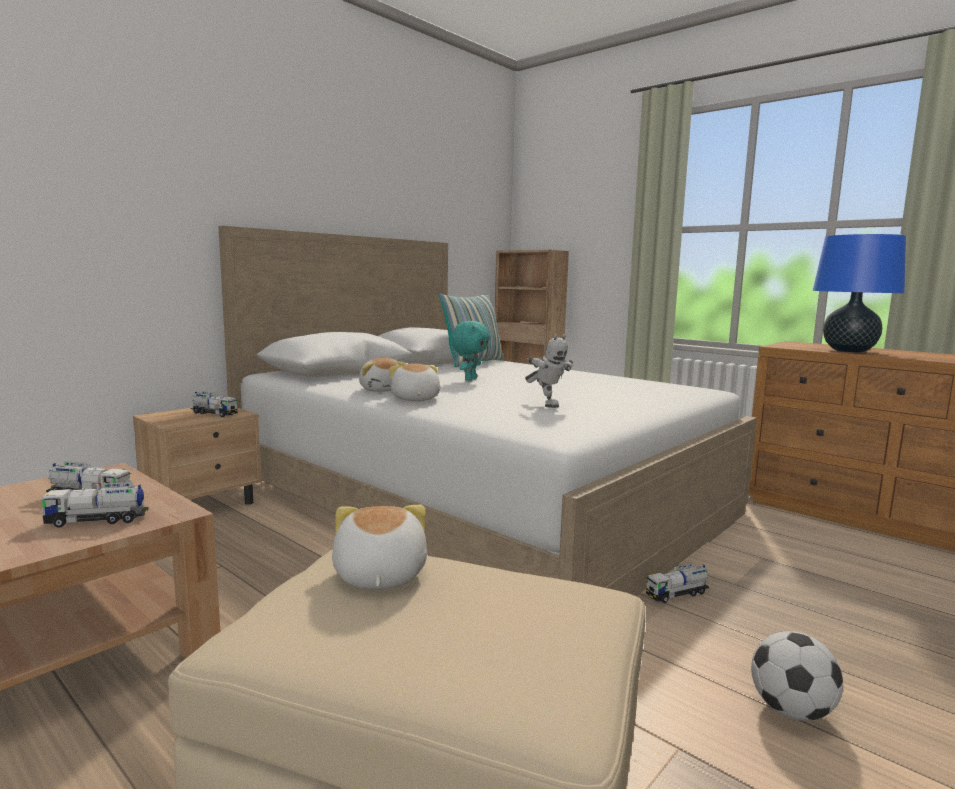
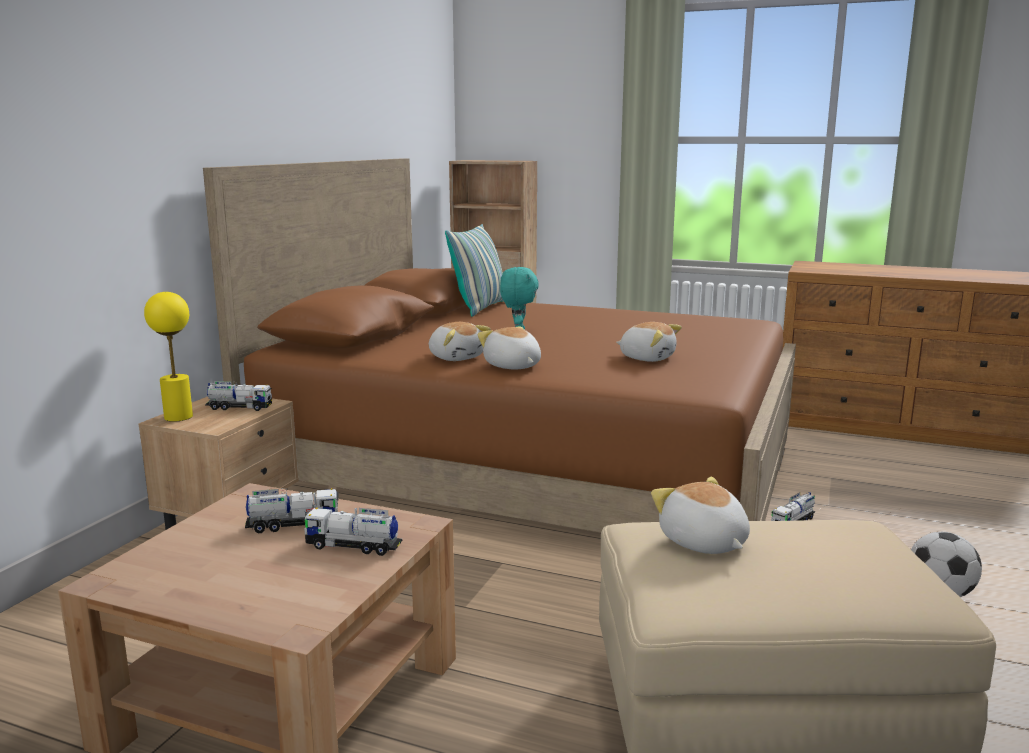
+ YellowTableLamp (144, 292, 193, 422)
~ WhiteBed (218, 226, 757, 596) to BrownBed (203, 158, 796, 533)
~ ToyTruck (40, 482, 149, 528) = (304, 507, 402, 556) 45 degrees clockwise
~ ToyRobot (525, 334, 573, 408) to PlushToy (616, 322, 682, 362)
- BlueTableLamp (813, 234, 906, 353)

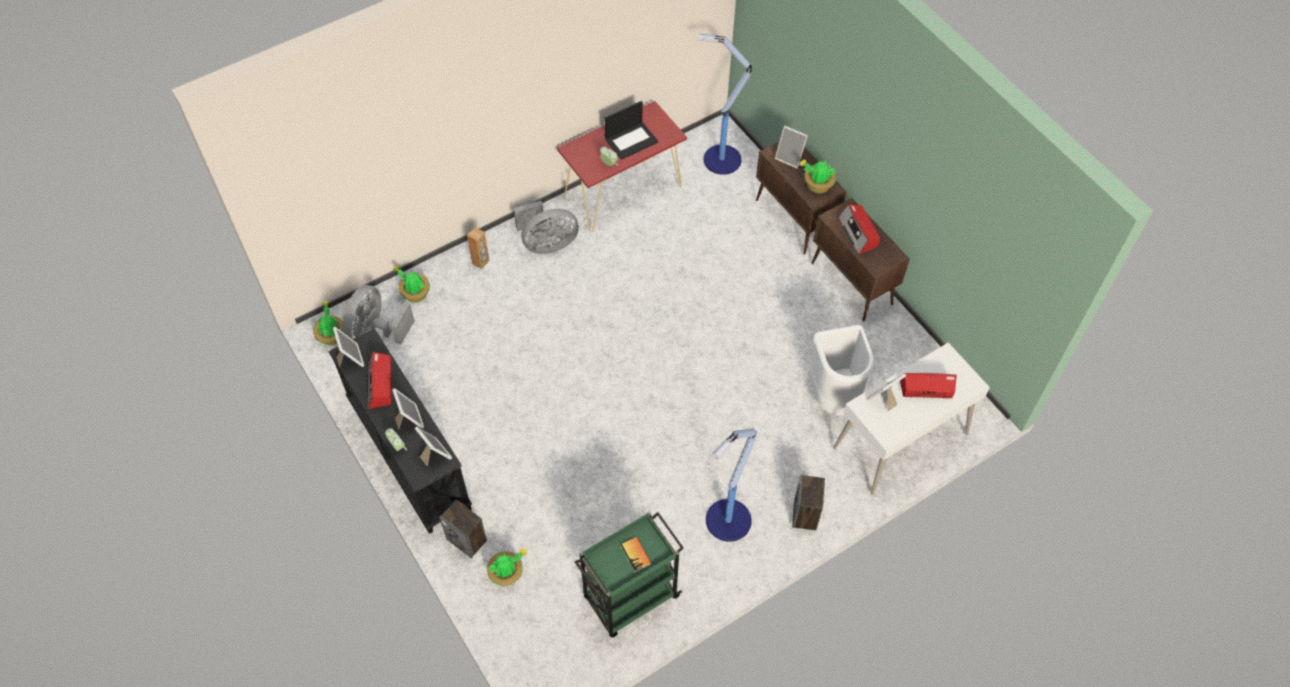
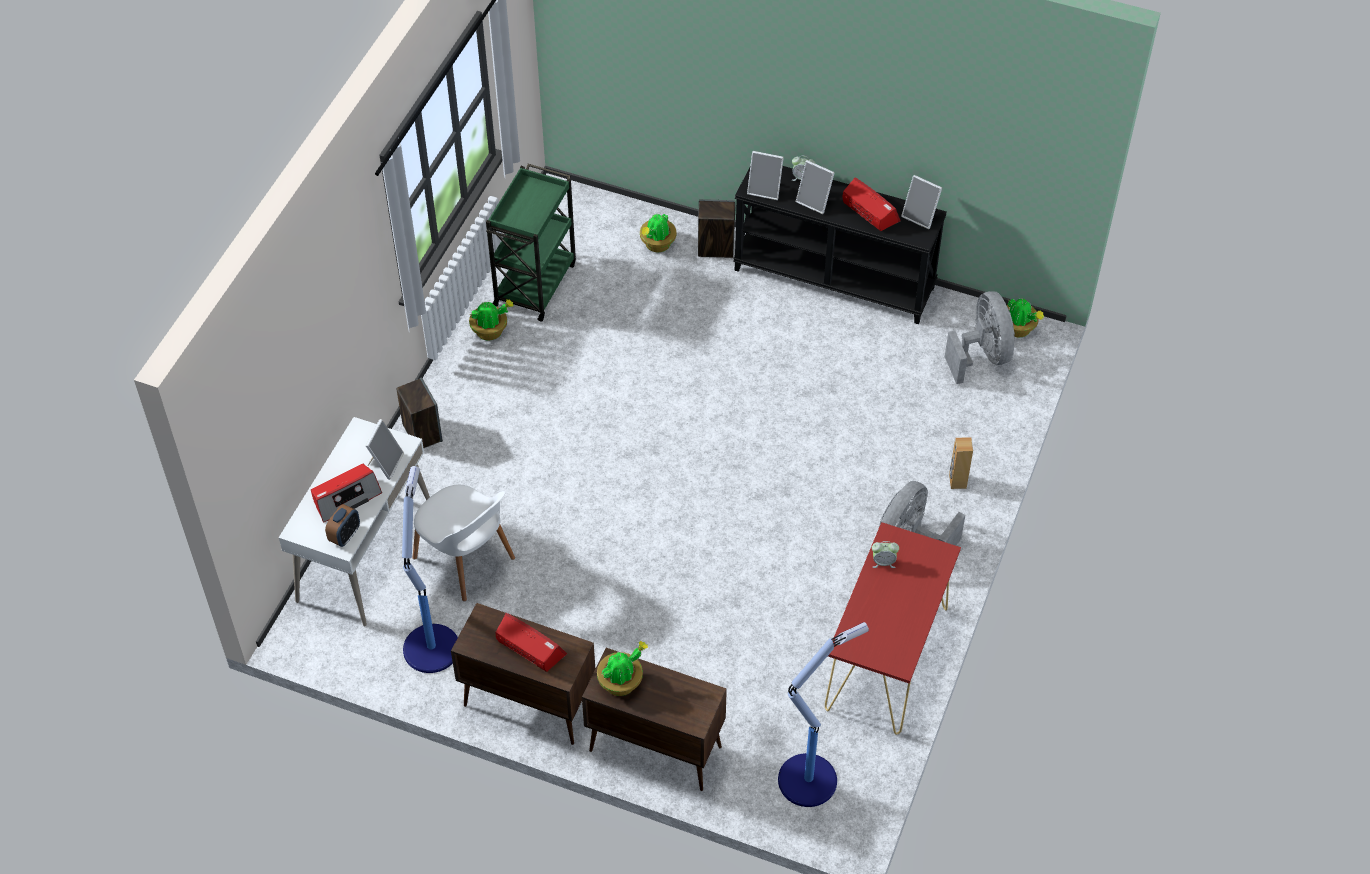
+ AlarmClock (325, 504, 360, 547)
~ FloorLamp (706, 428, 757, 542) to (402, 466, 458, 673)
~ WhiteTrashCan (807, 325, 874, 415) to WhiteChair (413, 485, 515, 601)
~ PottedPlant (393, 265, 430, 303) to (469, 300, 514, 340)
- Laptop (605, 101, 658, 160)
- Book (620, 537, 652, 572)
- PictureFrame (775, 126, 808, 168)

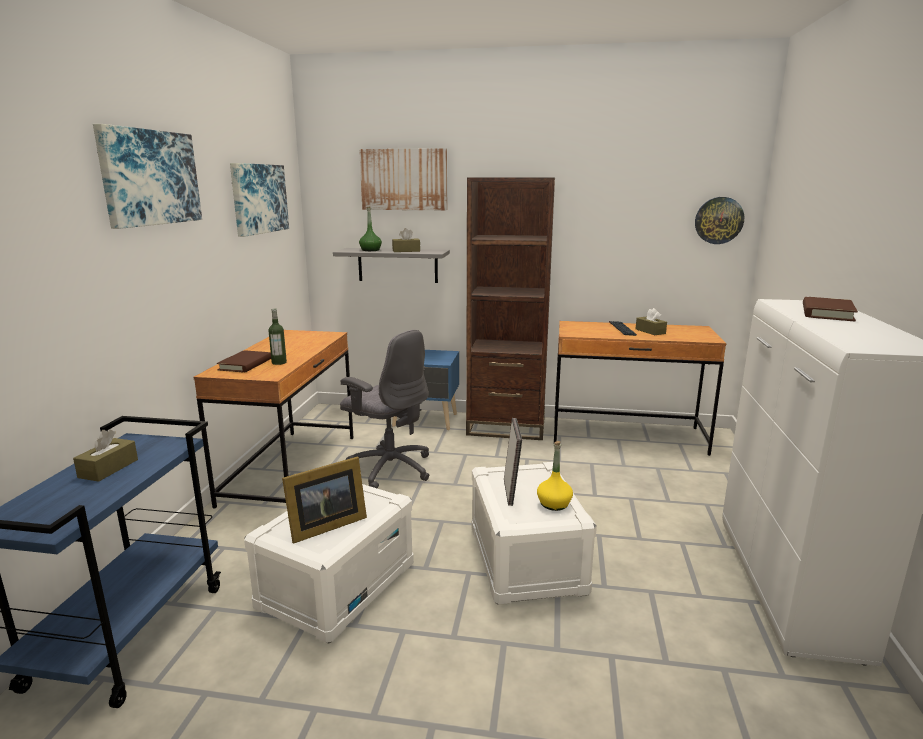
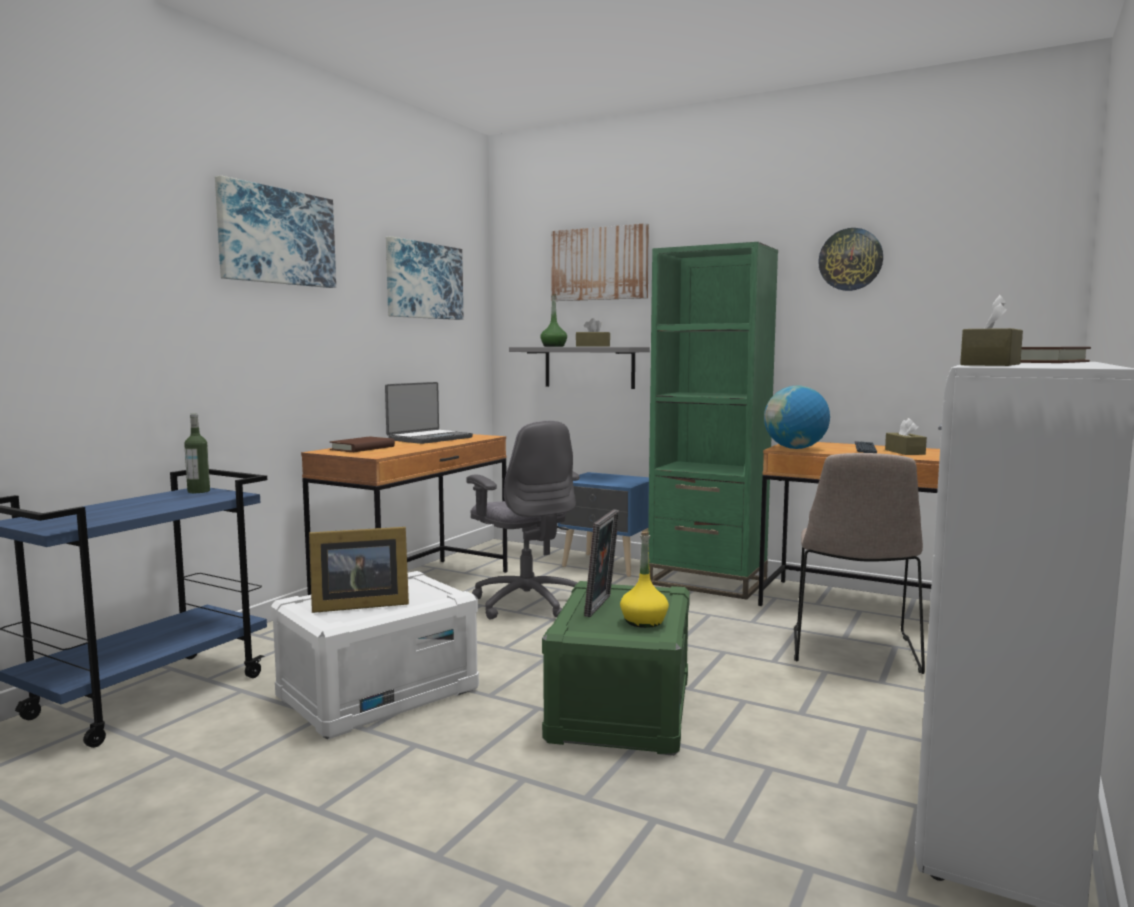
~ Bottle (268, 308, 287, 365) to (184, 413, 210, 493)
+ Laptop (385, 382, 473, 444)
~ WhiteStorageBox (471, 462, 597, 605) to GreenStorageBox (542, 581, 690, 756)
~ BrownBookcase (466, 177, 555, 440) to GreenBookcase (648, 242, 778, 600)
+ Globe (764, 385, 830, 449)
+ BeigeChair (794, 453, 925, 674)
~ WallClock (695, 197, 744, 244) to (818, 228, 883, 291)
~ BrownTissueBox (73, 429, 138, 482) to (960, 295, 1023, 366)

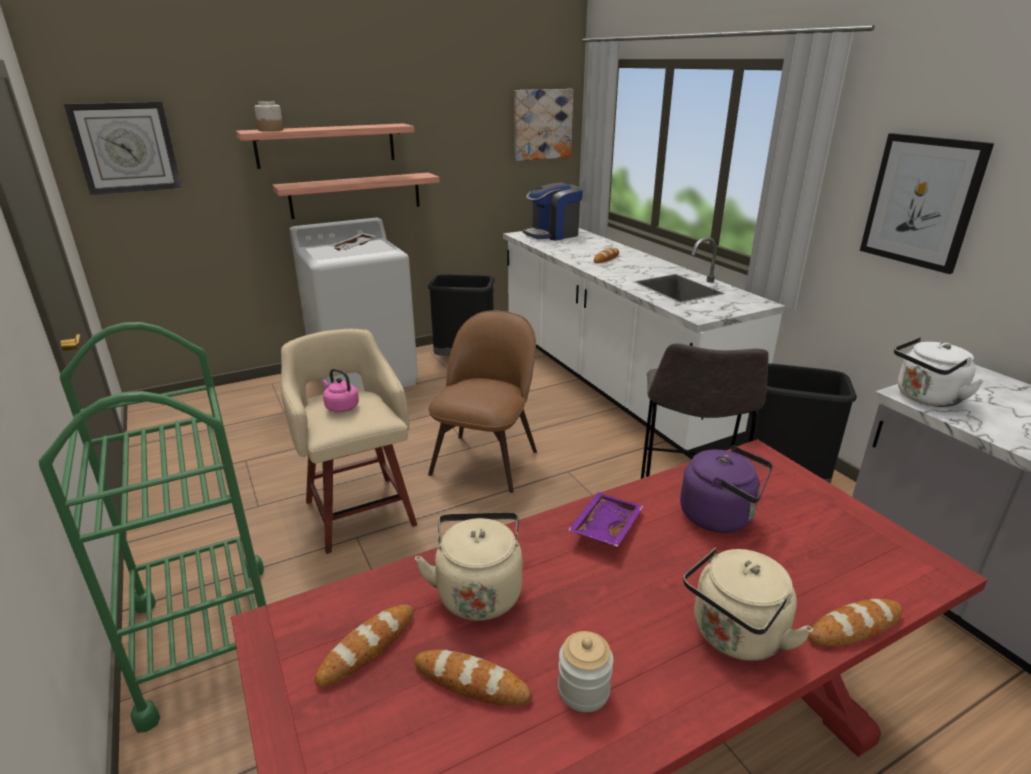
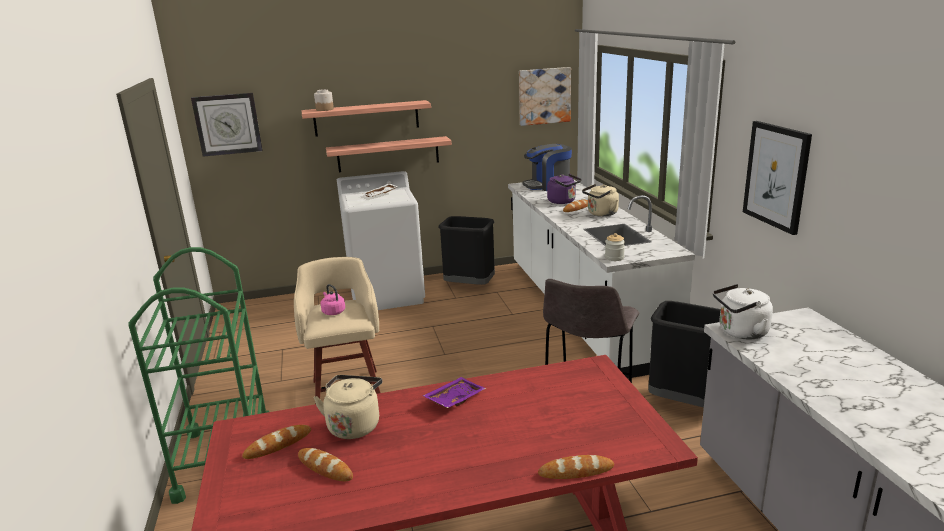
~ PurpleKettle (680, 446, 773, 533) to (547, 174, 582, 204)
~ BeigeKettle (683, 548, 813, 661) to (582, 184, 619, 216)
~ Jar (558, 631, 614, 712) to (605, 233, 625, 261)
- BrownChair (428, 310, 537, 493)

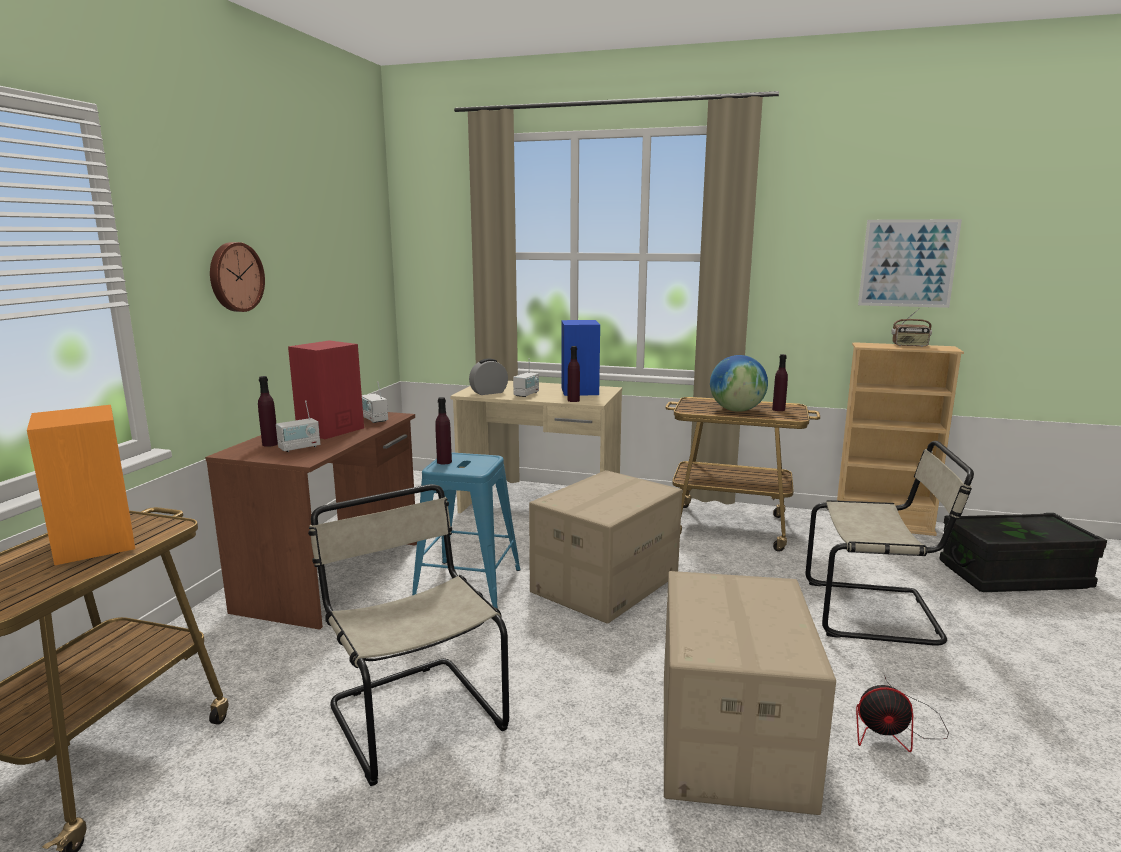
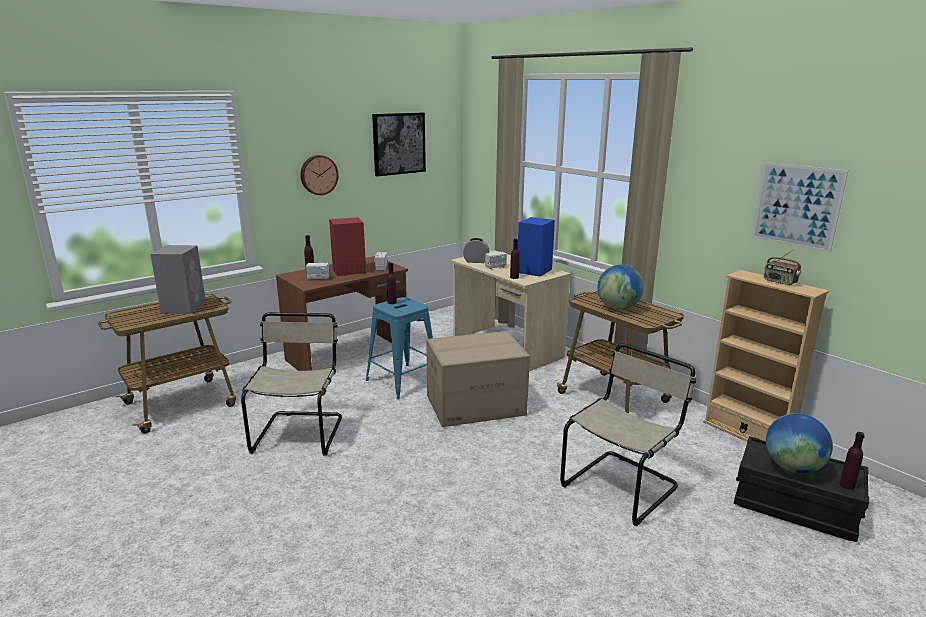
~ OrangeSpeaker (27, 405, 135, 566) to GreySpeaker (150, 245, 206, 314)
+ Picture (372, 113, 426, 176)
~ BeigeChair (806, 441, 974, 646) = (560, 343, 696, 526) 90 degrees counterclockwise
+ Globe (766, 413, 833, 473)
~ PurpleBottle (772, 354, 788, 411) to (839, 432, 865, 490)
- CardboardBox (664, 571, 836, 815)
- Fan (856, 675, 949, 752)

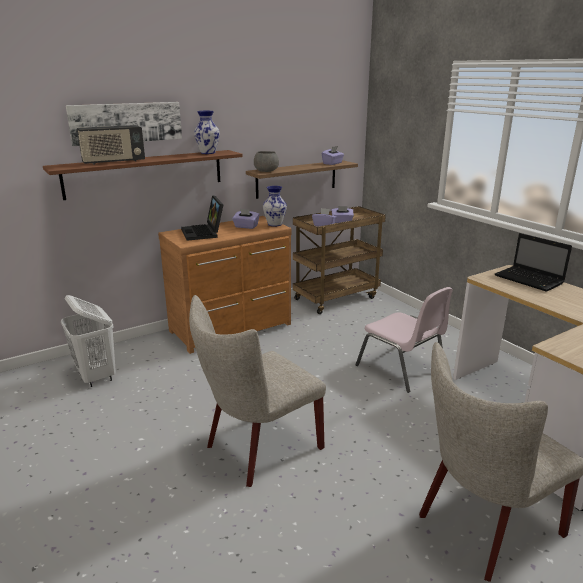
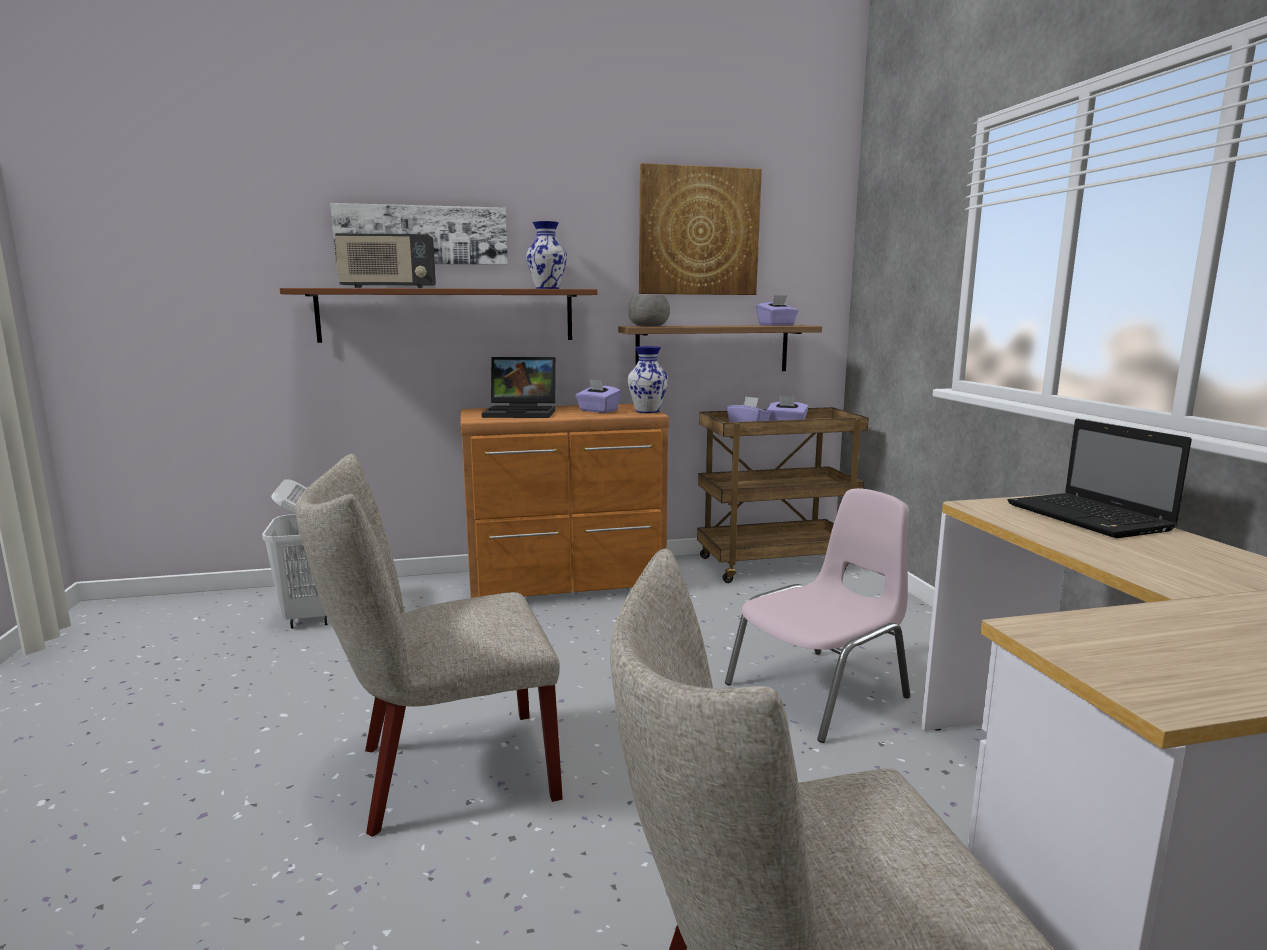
~ Laptop (181, 195, 223, 241) = (482, 357, 556, 418) 90 degrees counterclockwise
+ Picture (639, 163, 762, 295)
~ PinkChair (355, 287, 453, 393) = (725, 488, 910, 743) 105 degrees counterclockwise

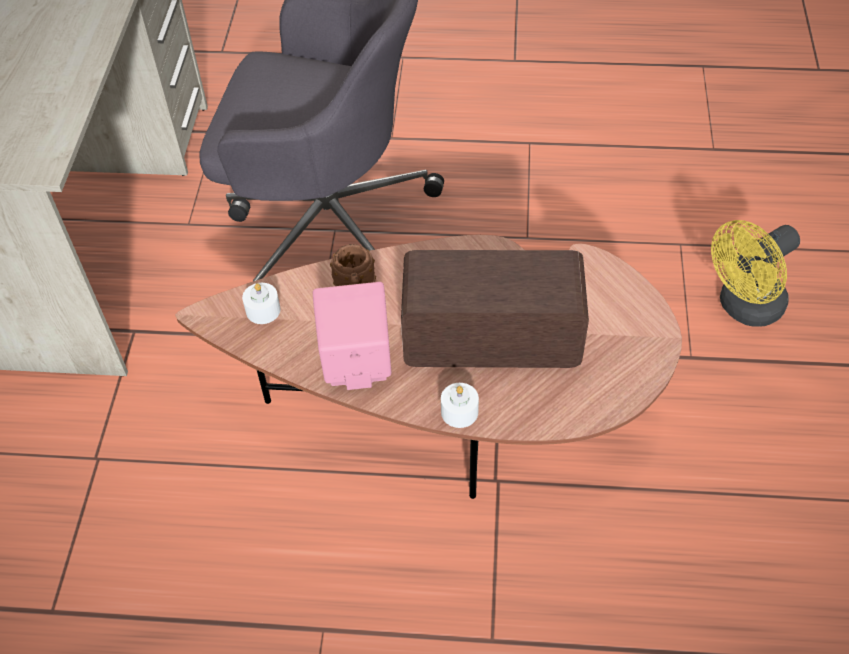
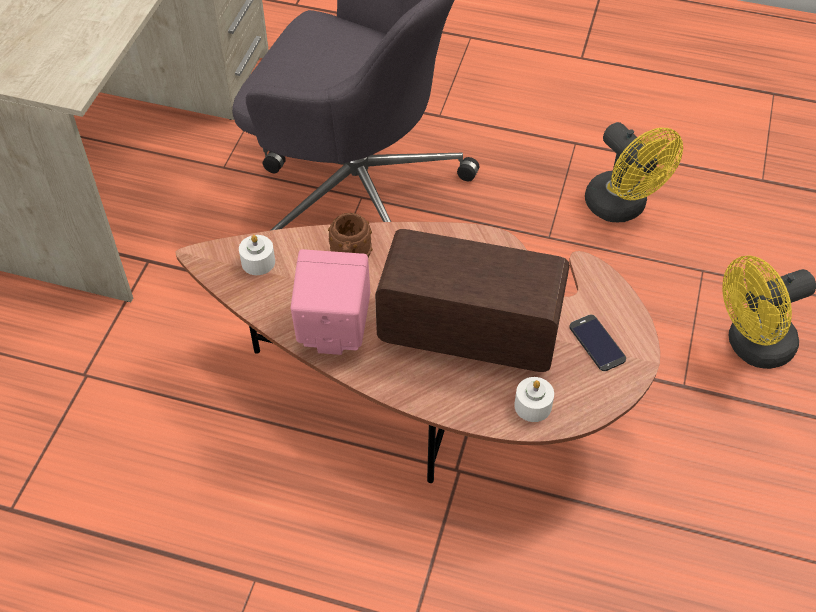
~ WhiteCandle (441, 383, 479, 428) to (514, 377, 554, 422)
+ Phone (569, 315, 626, 371)
+ YellowFan (585, 122, 683, 222)

